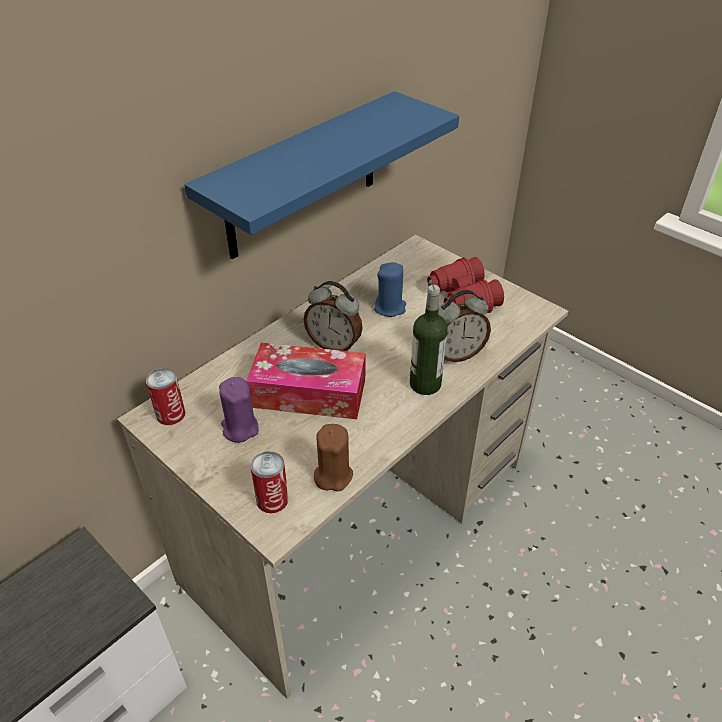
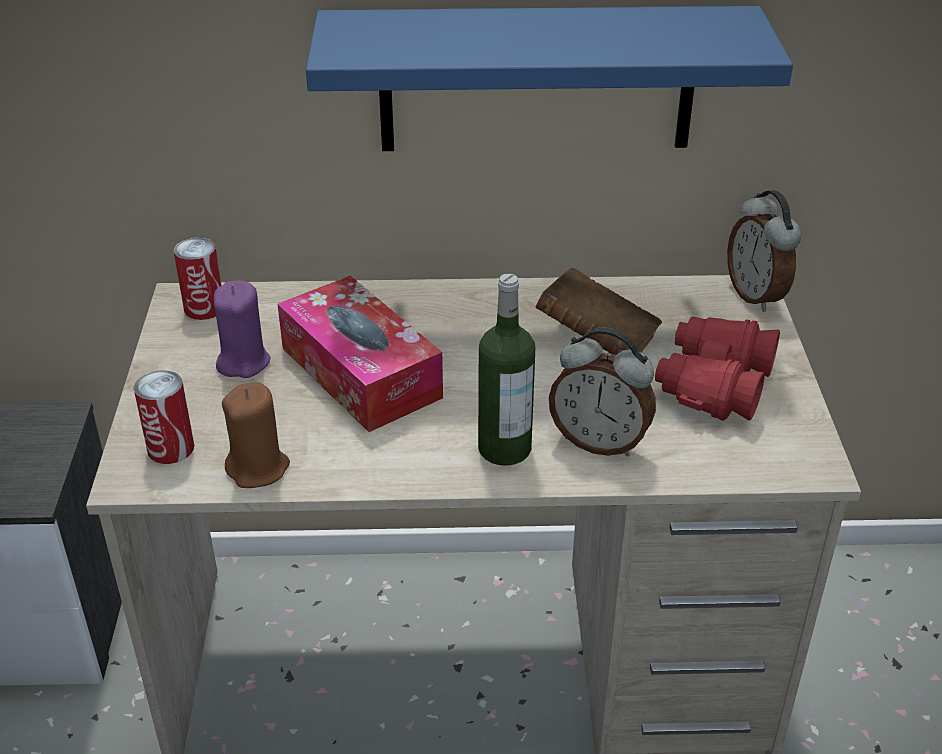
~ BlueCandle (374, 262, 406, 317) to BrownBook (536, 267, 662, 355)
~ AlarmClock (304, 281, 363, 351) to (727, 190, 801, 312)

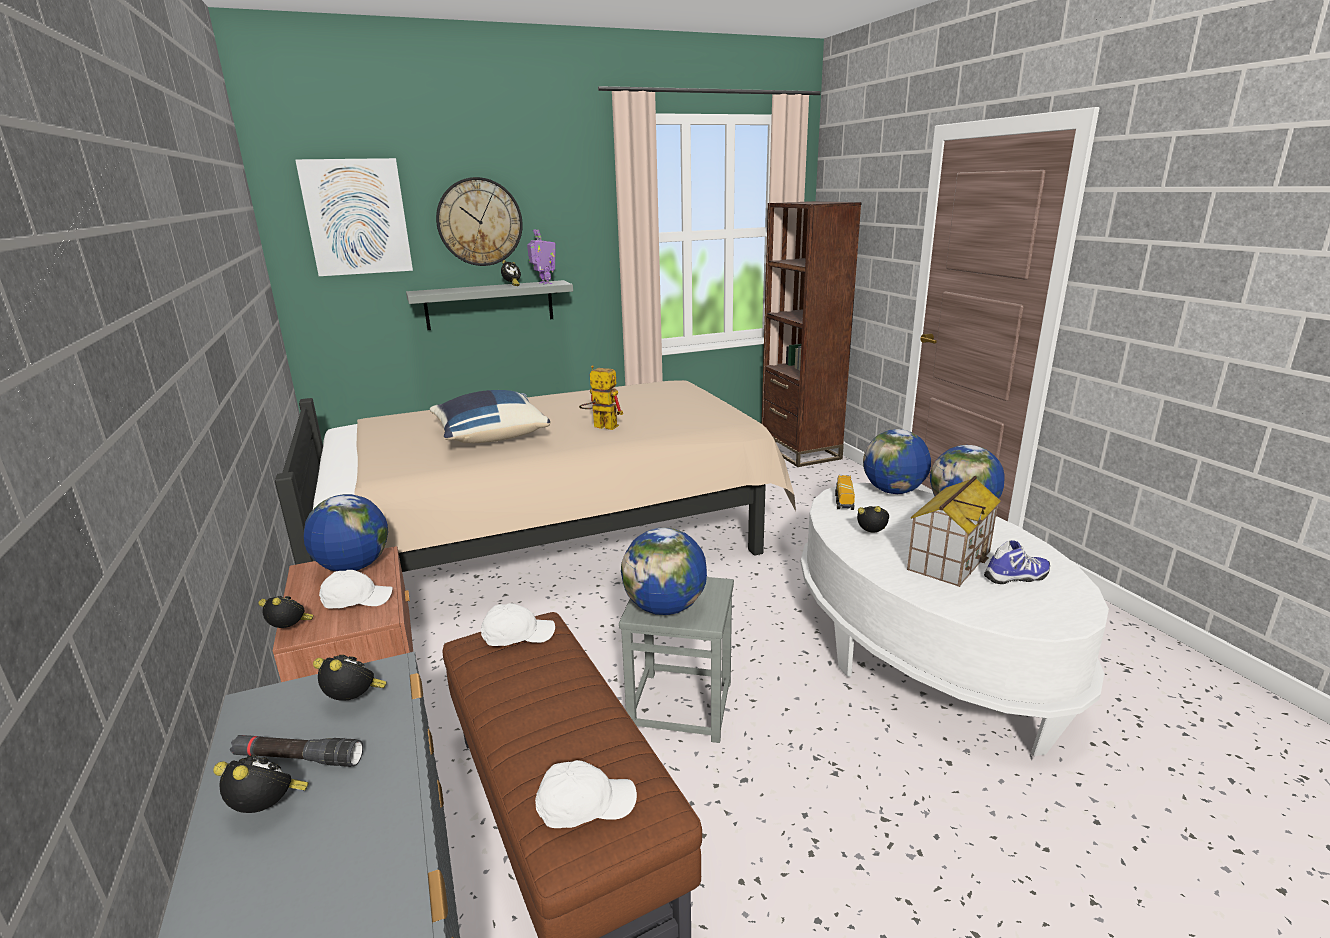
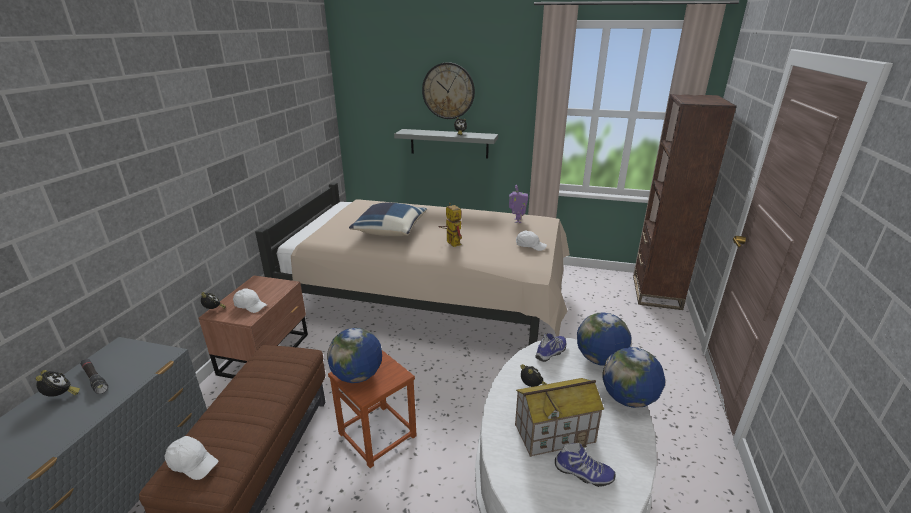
~ GreyStool (619, 577, 734, 743) to BrownStool (328, 350, 417, 468)
~ ToyRobot (527, 229, 556, 285) to (509, 185, 528, 223)
~ WhiteCap (481, 603, 555, 646) to (516, 230, 547, 251)
~ ToyTruck (835, 475, 855, 510) to Shoe (535, 333, 566, 362)
- Picture (295, 158, 413, 276)
- Globe (304, 494, 388, 571)
- AlarmClock (313, 655, 387, 701)

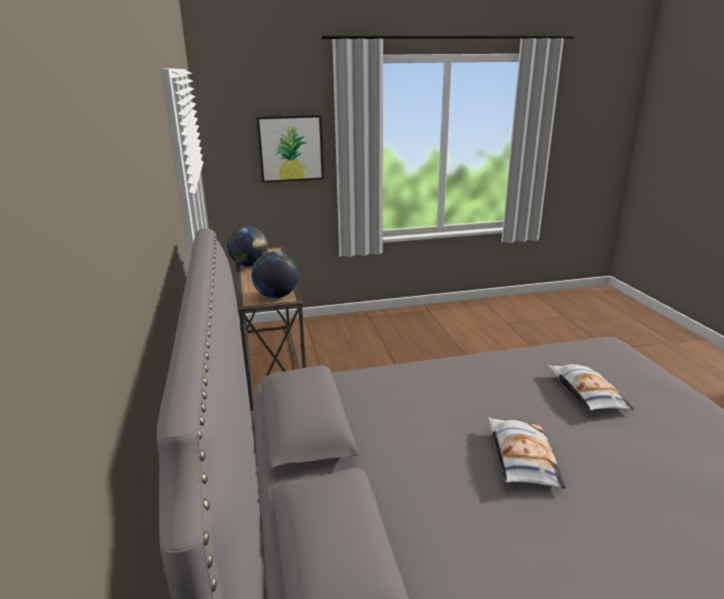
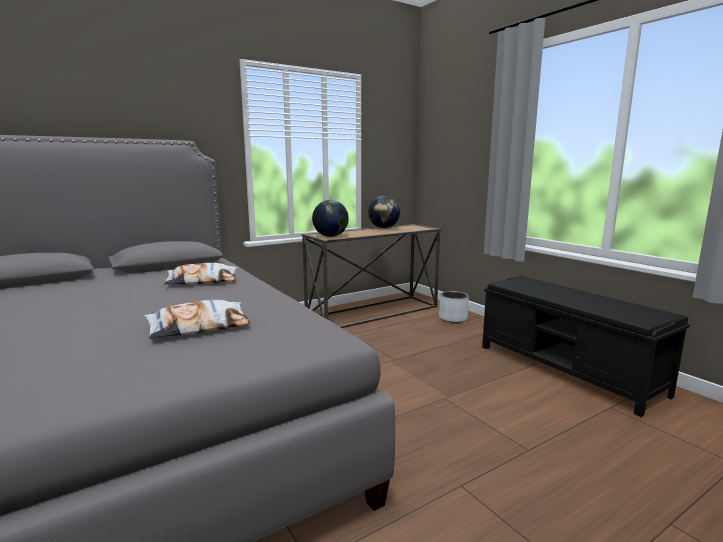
~ Pillow (488, 417, 566, 489) to (164, 263, 237, 285)
+ GreyPlanter (439, 291, 469, 323)
+ BlackBench (482, 276, 690, 417)
- Picture (256, 115, 324, 183)

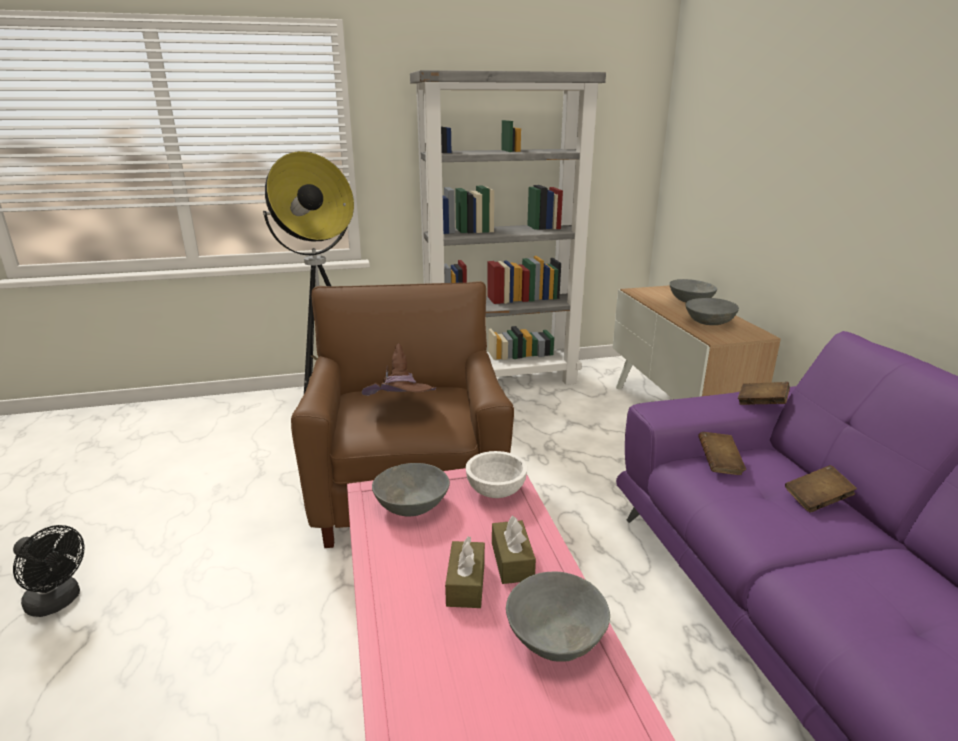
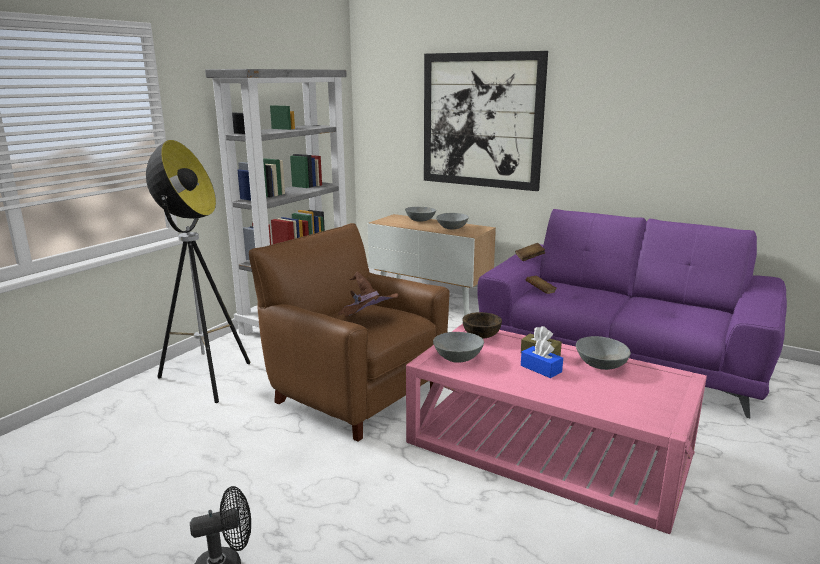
+ Picture (424, 51, 548, 191)
~ WhiteBowl (465, 451, 527, 498) to BrownBowl (462, 312, 502, 339)
~ BrownTissueBox (445, 537, 485, 608) to BlueTissueBox (521, 339, 563, 378)
- BrownBook (785, 465, 857, 513)

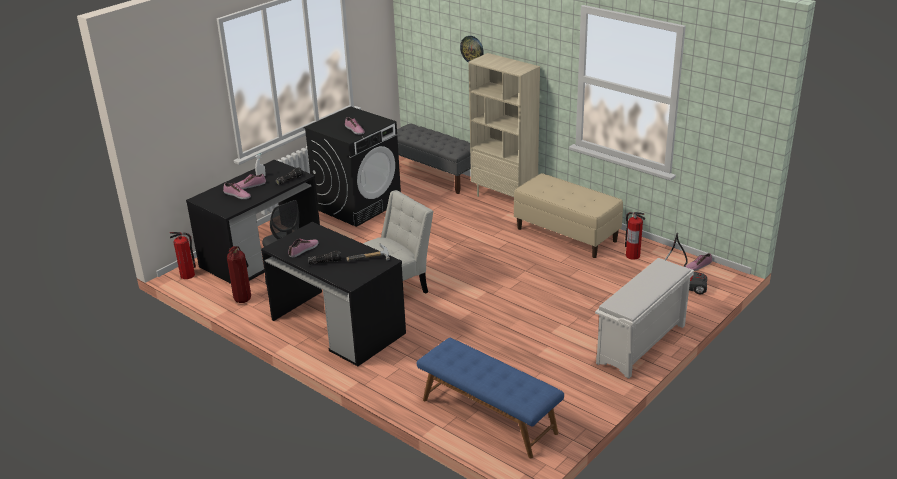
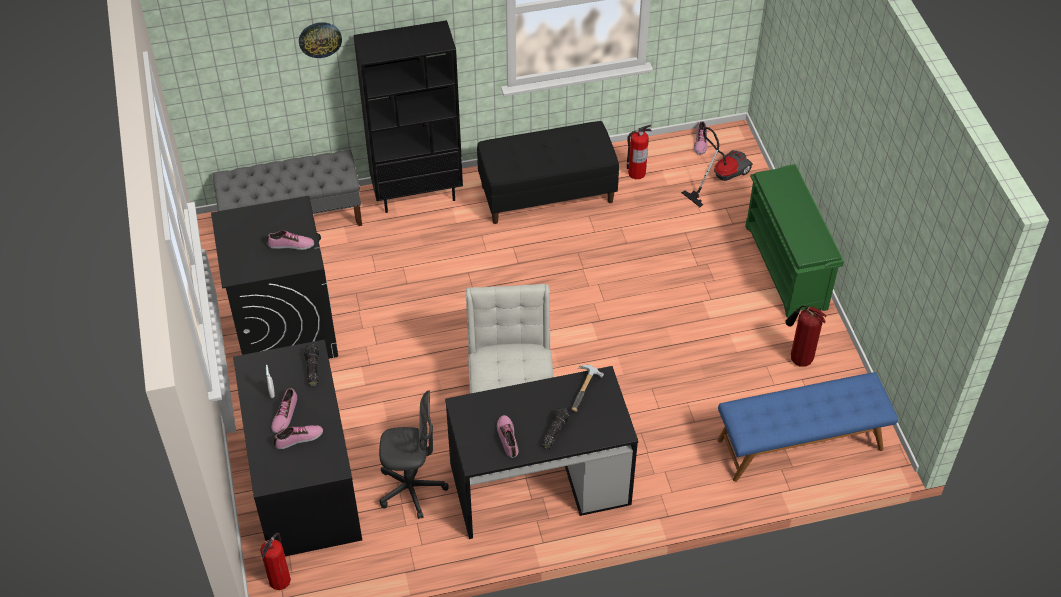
~ BeigeBookcase (469, 53, 540, 197) to BlackBookcase (353, 20, 463, 213)
~ BeigeBench (514, 173, 623, 258) to BlackBench (477, 121, 619, 224)
~ WhiteShoeRack (595, 258, 694, 378) to GreenShoeRack (745, 164, 844, 318)
~ FireExtinguisher (227, 246, 251, 303) to (785, 306, 827, 367)

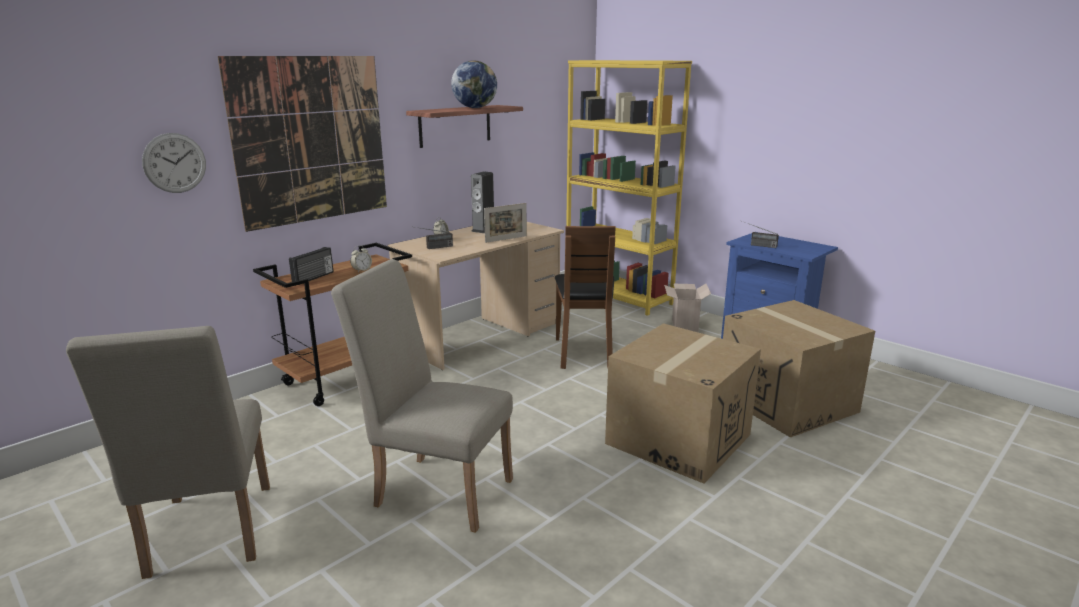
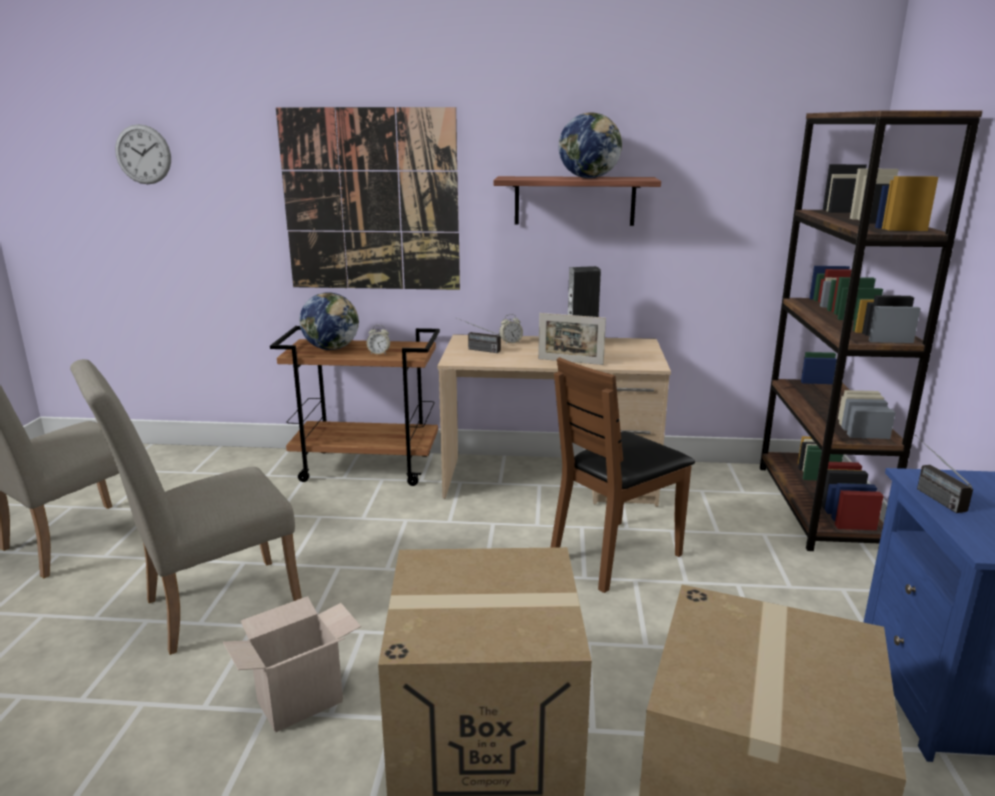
~ BeigeChair (331, 259, 513, 533) = (70, 359, 302, 655) 105 degrees counterclockwise
~ WallClock (142, 133, 206, 193) to (115, 124, 171, 184)
~ CardboardBox (664, 284, 711, 332) to (223, 596, 361, 732)
~ Radio (289, 247, 334, 282) to Globe (299, 292, 359, 350)
~ YellowBookcase (566, 60, 692, 316) to BrownBookcase (760, 110, 983, 551)

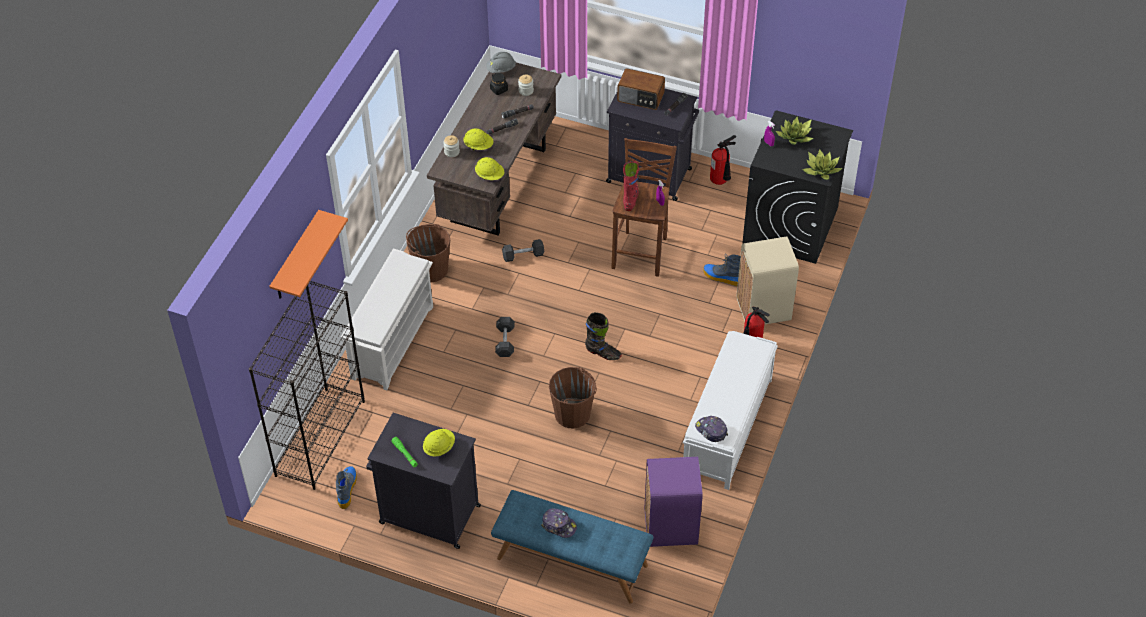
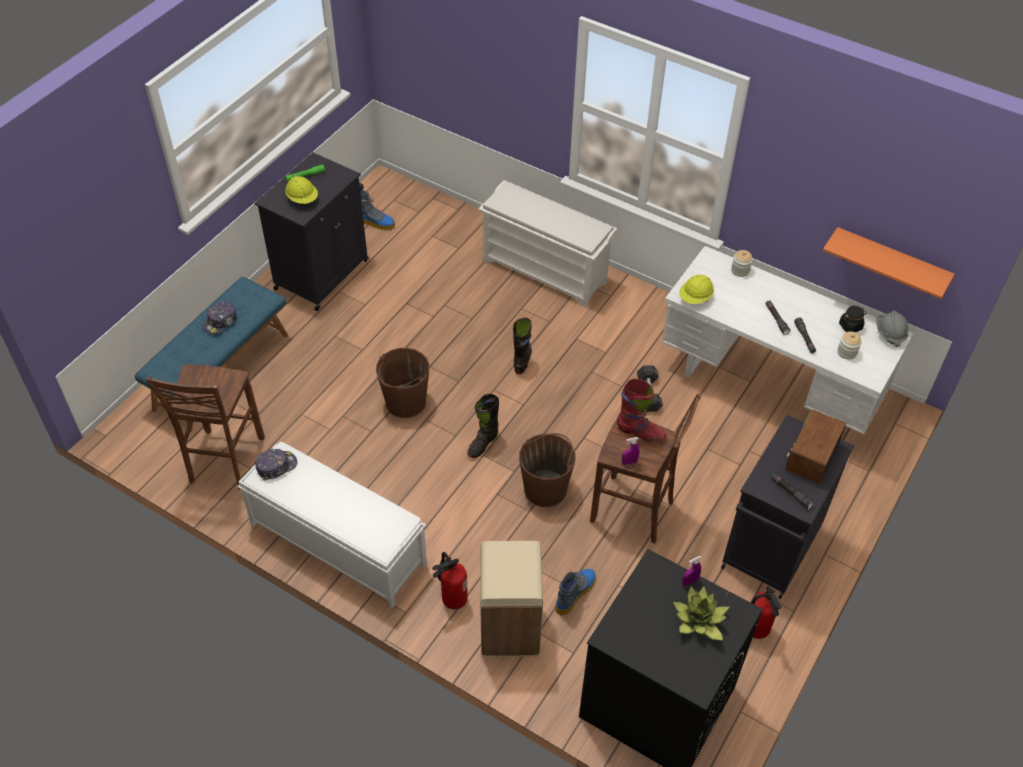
~ PurpleTrashCan (645, 457, 703, 547) to BrownStool (146, 364, 265, 490)
~ BlackDumbbell (495, 317, 515, 357) to BlackBoot (513, 318, 532, 374)
~ BrownBucket (406, 224, 450, 282) to (519, 433, 576, 507)
~ BrownDesk (427, 62, 561, 236) to WhiteDesk (662, 246, 914, 434)
~ OrangeShelf (269, 210, 348, 299) to (823, 227, 955, 299)
- BlackBookcase (249, 281, 365, 490)
- YellowHardHat (463, 128, 494, 151)
- PottedPlant (802, 149, 842, 180)

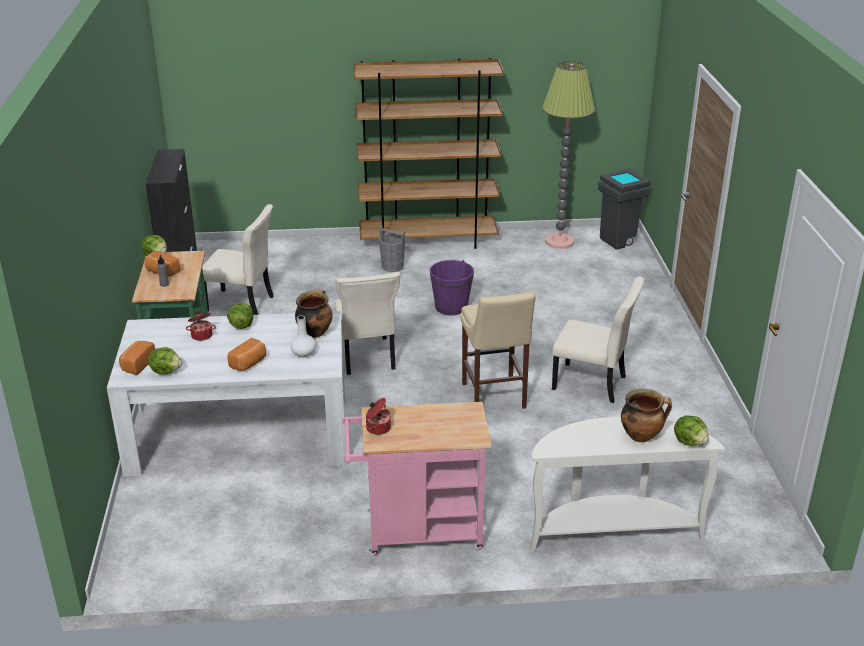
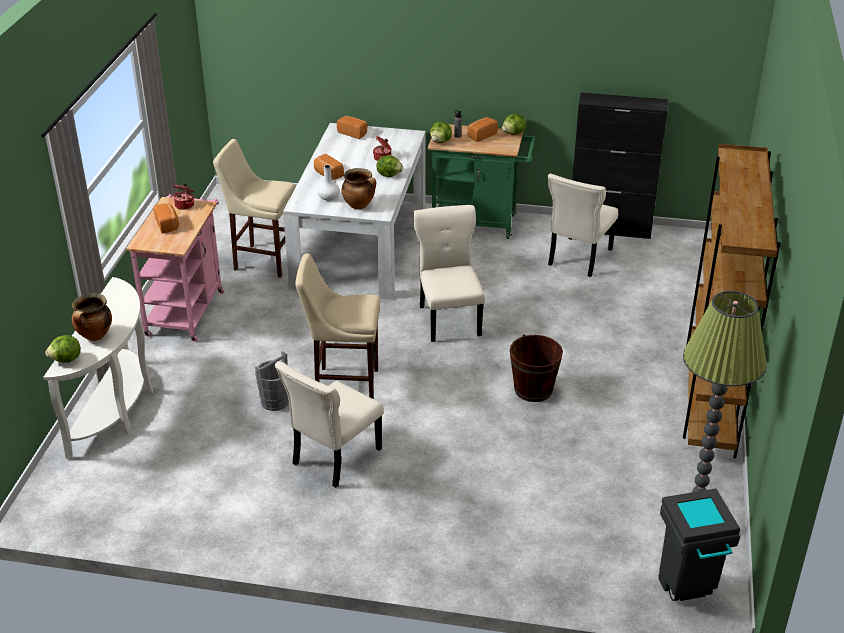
+ Bread (153, 203, 179, 233)
+ BeigeStool (213, 139, 296, 278)
~ GreyBucket (379, 226, 405, 272) to (255, 351, 289, 411)
~ BeigeChair (335, 272, 400, 375) = (413, 205, 485, 342) 75 degrees clockwise
~ Lettuce (149, 347, 182, 374) to (430, 122, 452, 143)
~ PurpleBucket (429, 260, 474, 315) to BrownBucket (510, 334, 563, 402)

